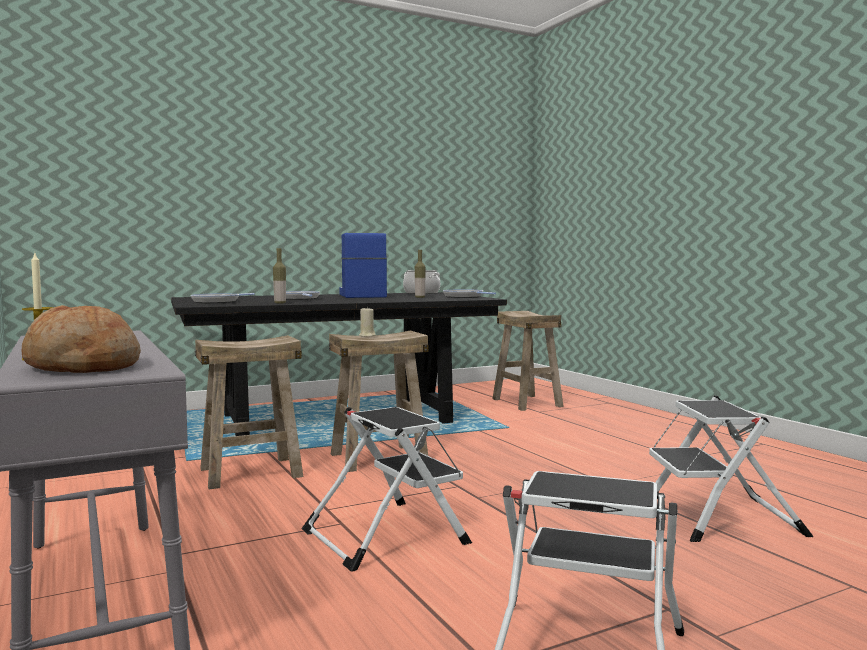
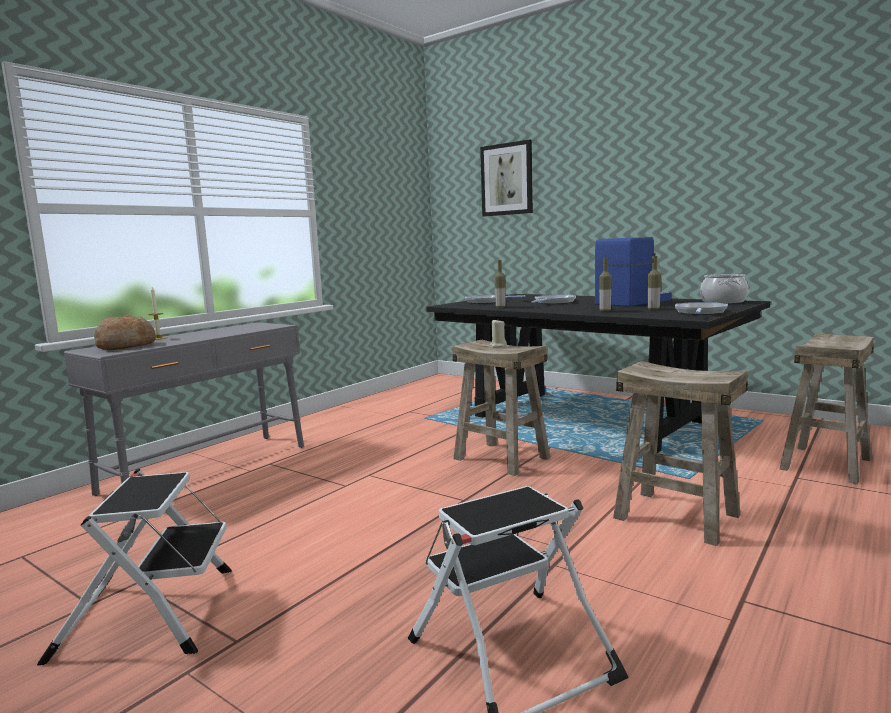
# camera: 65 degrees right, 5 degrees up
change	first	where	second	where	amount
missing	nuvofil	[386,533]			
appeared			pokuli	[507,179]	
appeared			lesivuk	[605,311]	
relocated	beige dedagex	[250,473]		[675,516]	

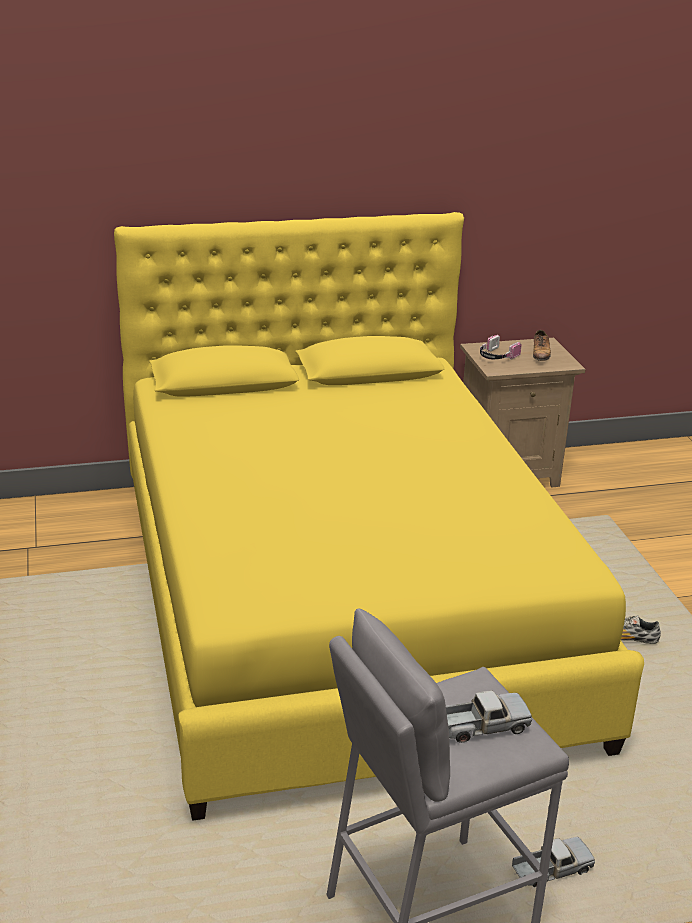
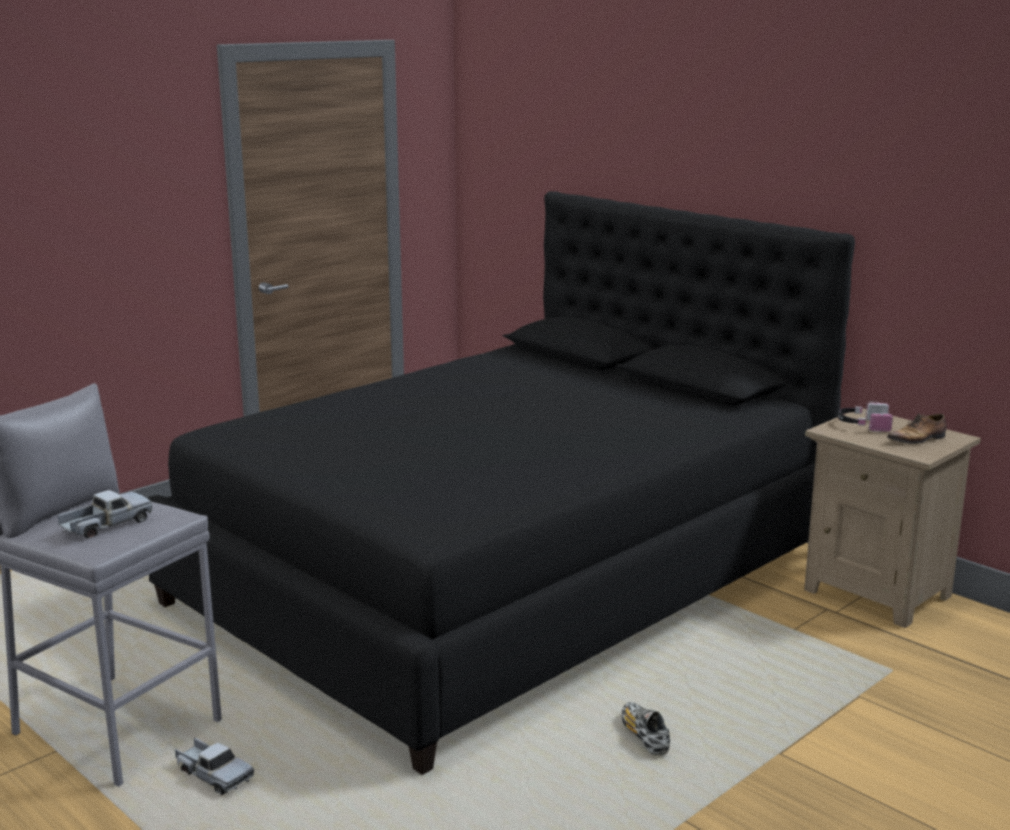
# camera: 60 degrees right, 10 degrees down
change	first	where	second	where	amount
colour	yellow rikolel	[341,602]	black rikolel	[507,578]	
spun	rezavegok	[481,726]		[106,525]	90 degrees counterclockwise

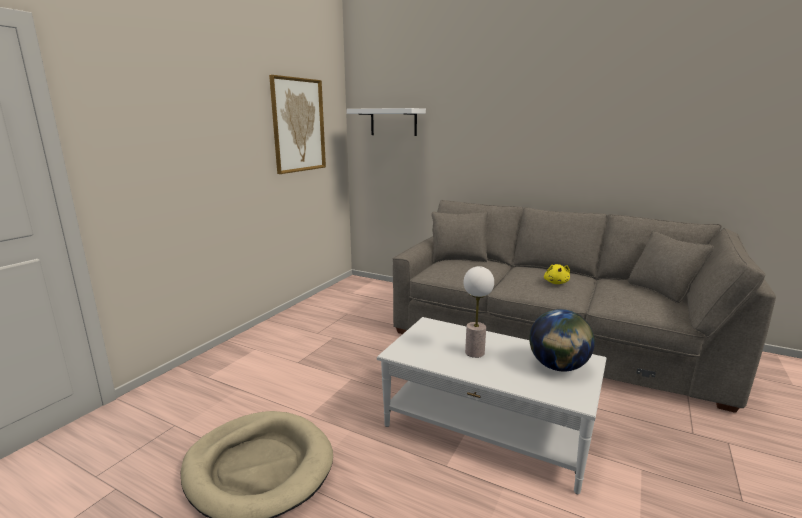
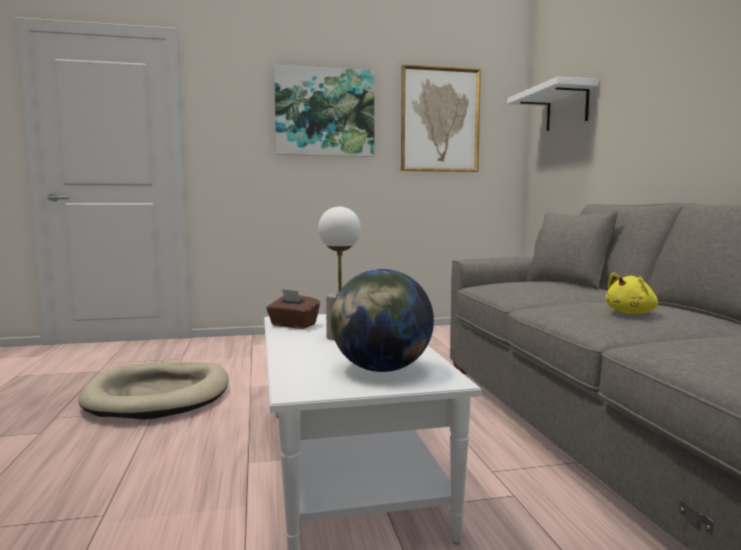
# camera: 50 degrees right, 10 degrees down
change	first	where	second	where	amount
appeared			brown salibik	[293,325]	
appeared			pokuli	[324,112]	

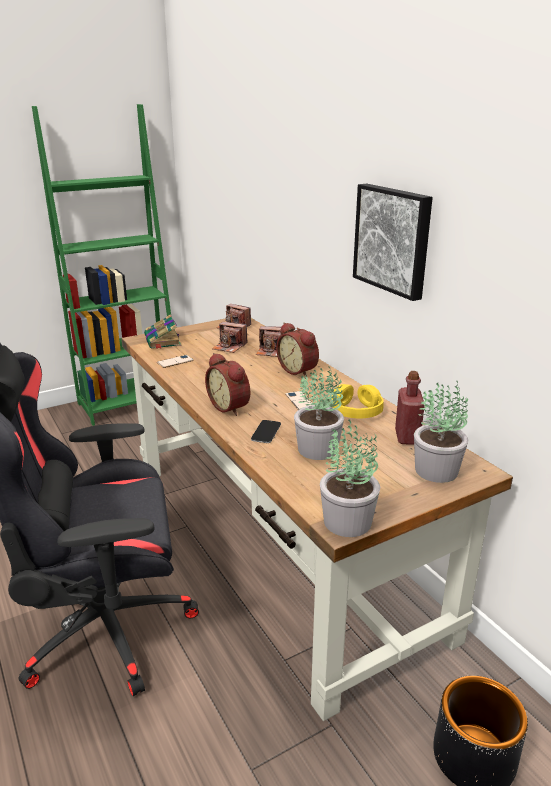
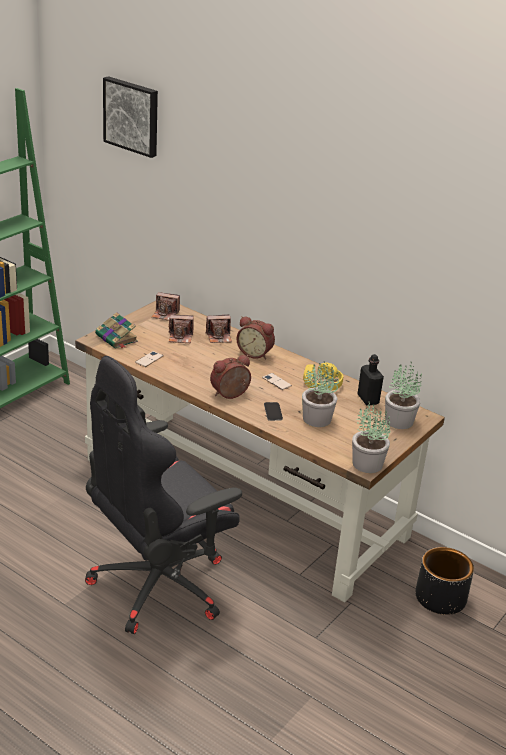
# camera: 25 degrees left, 5 degrees up
change	first	where	second	where	amount
relocated	pokuli	[393,239]		[132,116]	
colour	red lesivuk	[407,437]	black lesivuk	[368,399]	
spun	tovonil	[230,407]		[230,395]	120 degrees clockwise

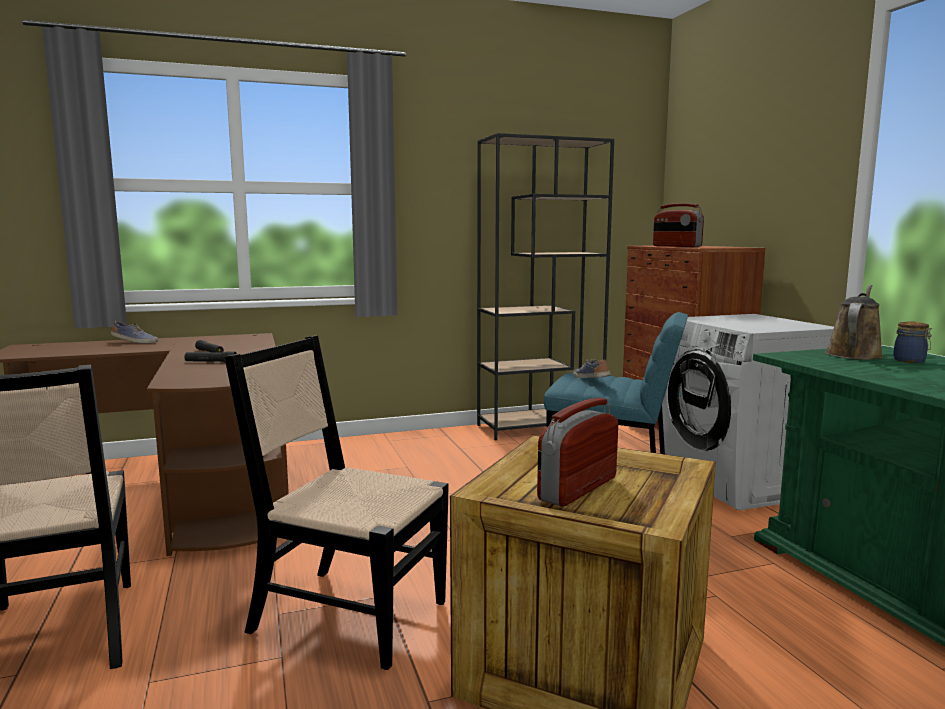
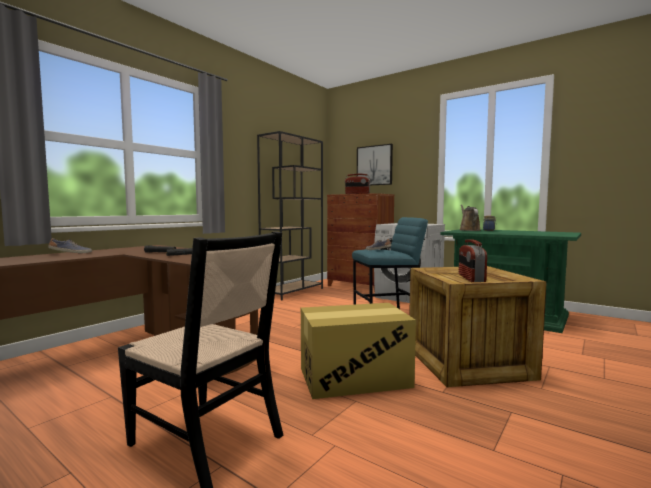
# camera: 35 degrees left, 5 degrees down
change	first	where	second	where	amount
appeared			pokuli	[374,165]	
exchanged	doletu	[349,616]	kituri	[354,377]	

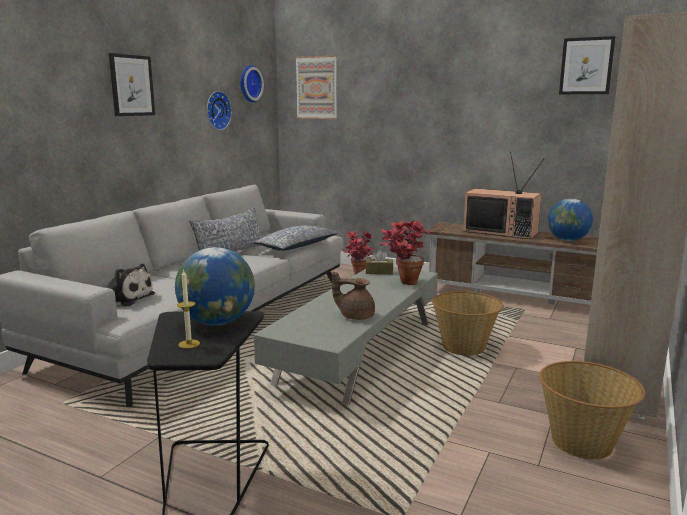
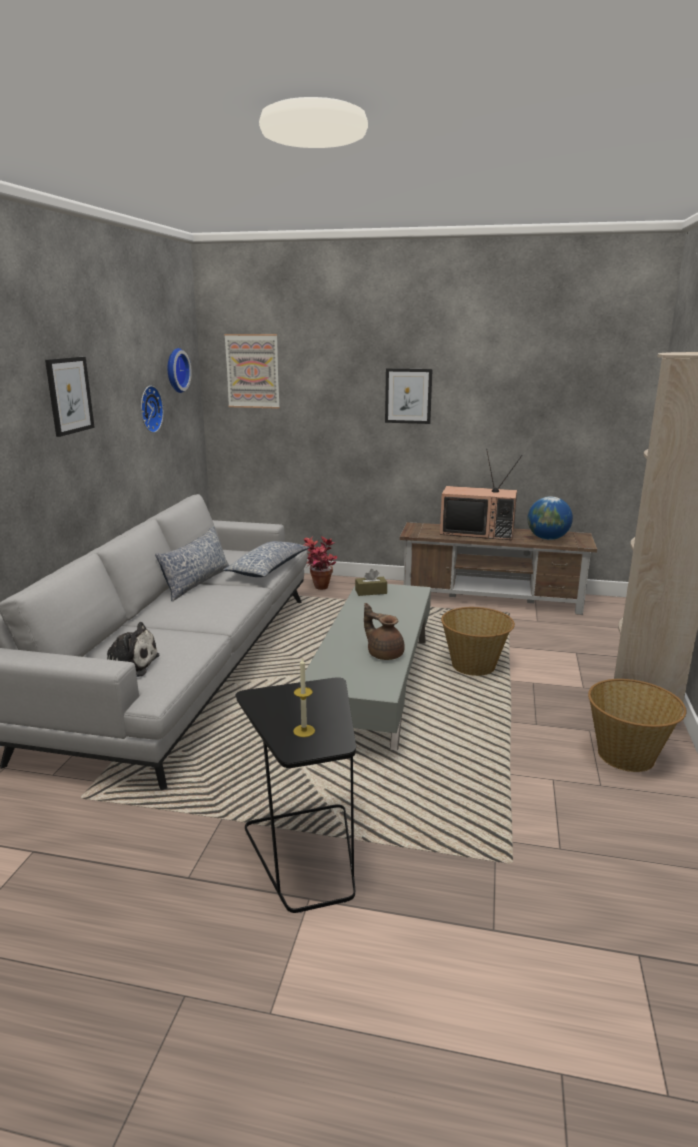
# camera: 15 degrees left, 5 degrees up
change	first	where	second	where	amount
missing	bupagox	[217,322]			
missing	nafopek	[402,283]			
relocated	pokuli	[586,66]		[408,396]	
spun	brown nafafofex	[355,316]		[384,654]	45 degrees clockwise

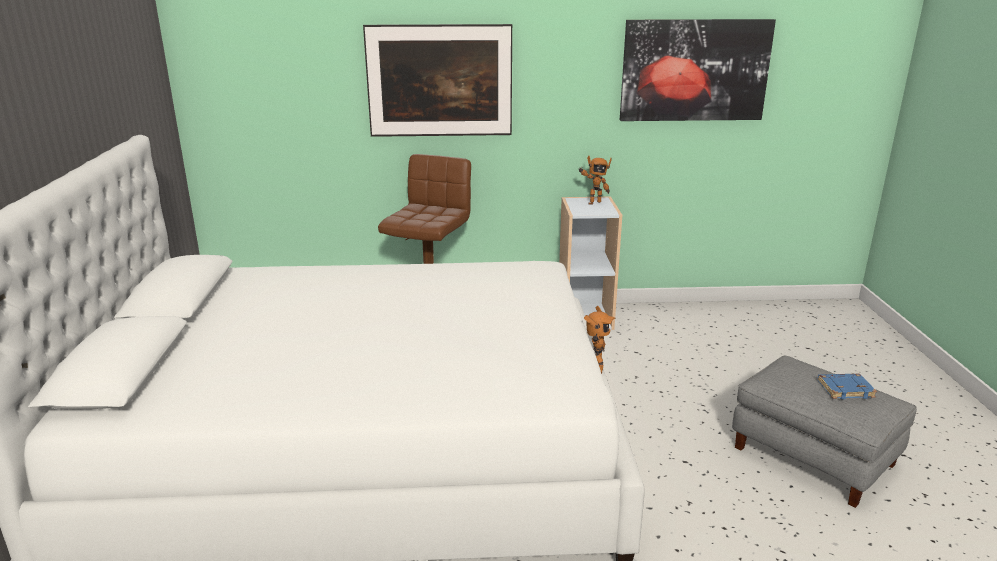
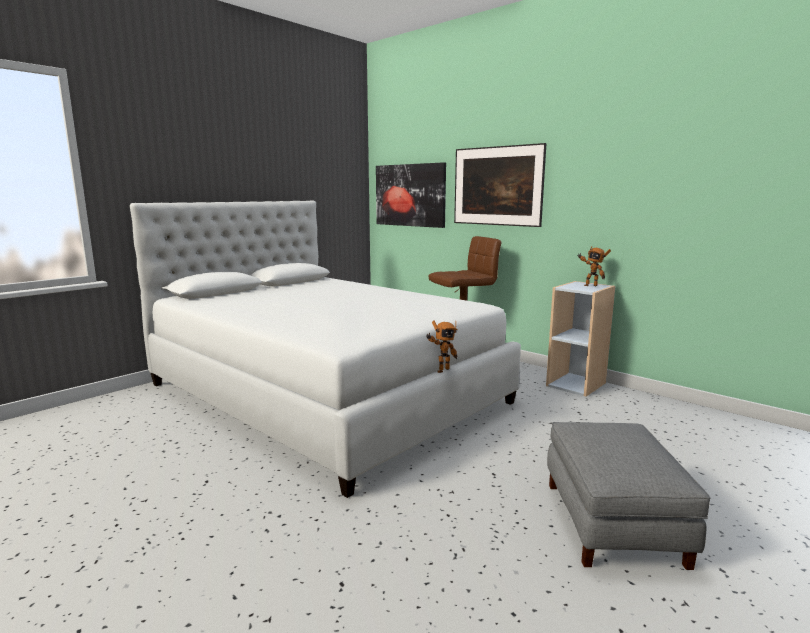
# camera: 45 degrees right, 10 degrees down
change	first	where	second	where	amount
missing	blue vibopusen	[845,389]			
relocated	pokuli	[694,70]		[410,195]	

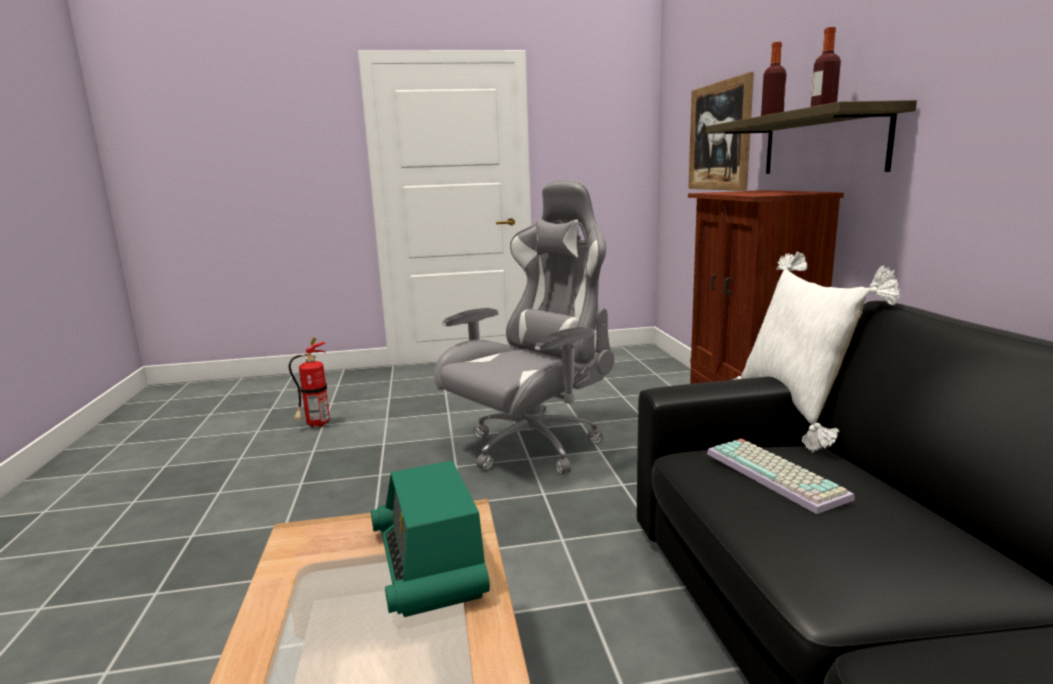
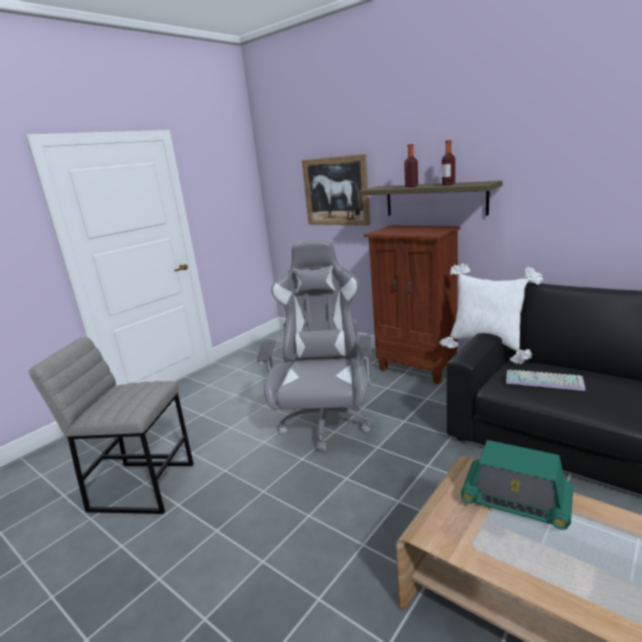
# camera: 40 degrees left, 5 degrees up
change	first	where	second	where	amount
exchanged	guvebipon	[315,425]	grey doletu	[140,486]	

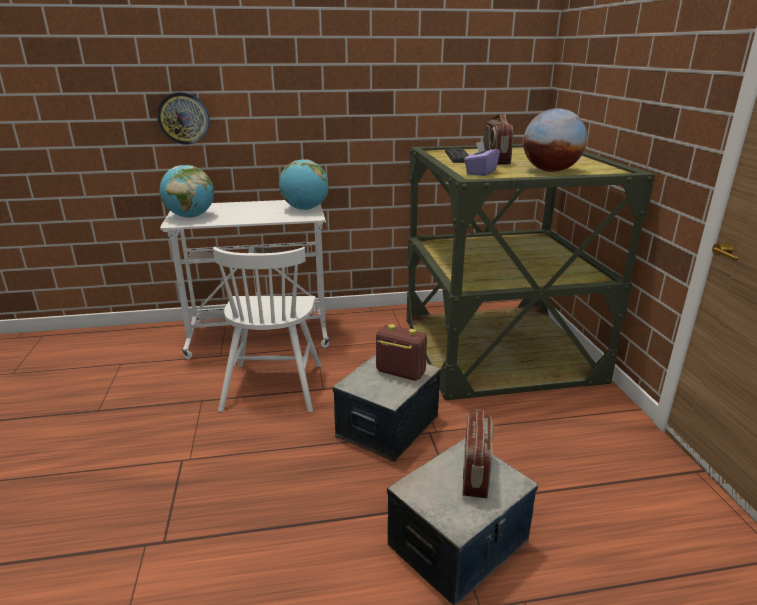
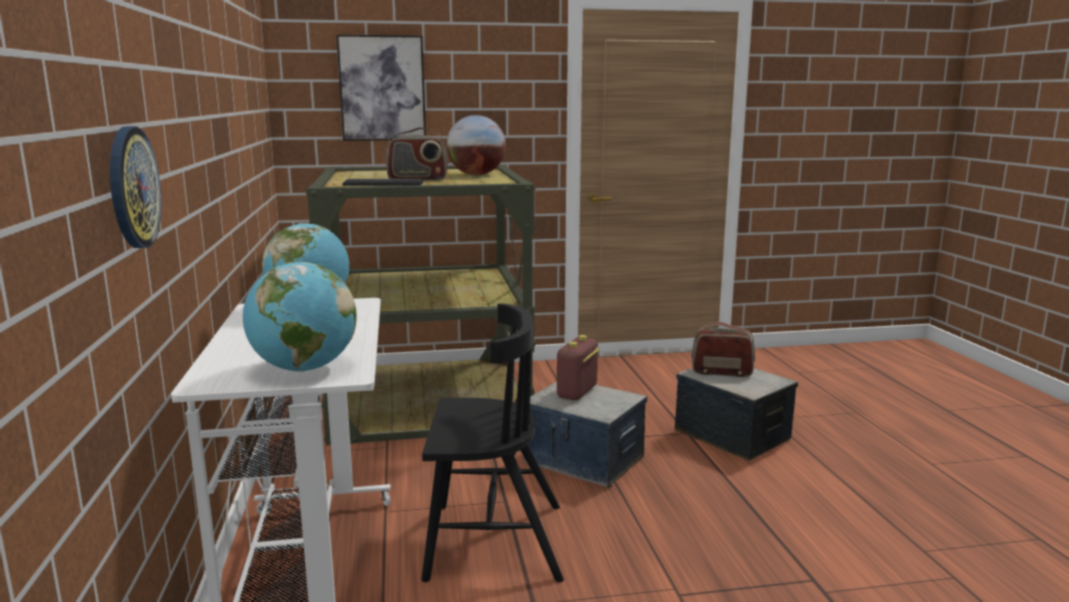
# camera: 90 degrees left, 10 degrees down
change	first	where	second	where	amount
missing	purple salibik	[480,172]			
appeared			pokuli	[382,88]	
colour	white doletu	[274,382]	black doletu	[485,540]	

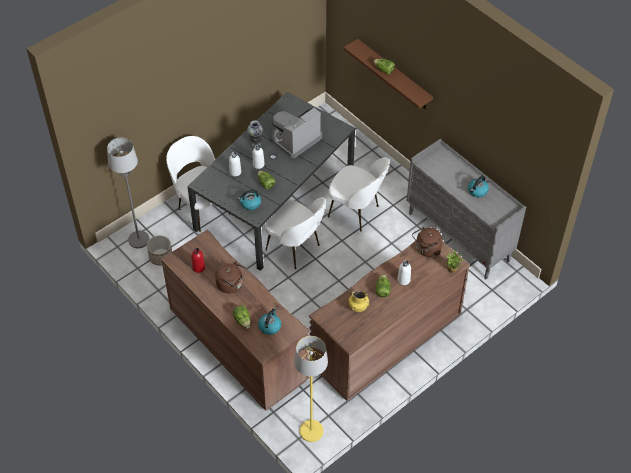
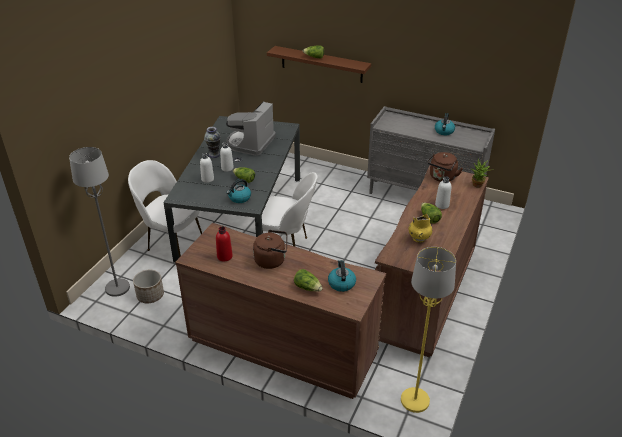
# camera: 25 degrees left, 15 degrees down
change	first	where	second	where	amount
missing	white doletu	[357,213]			

